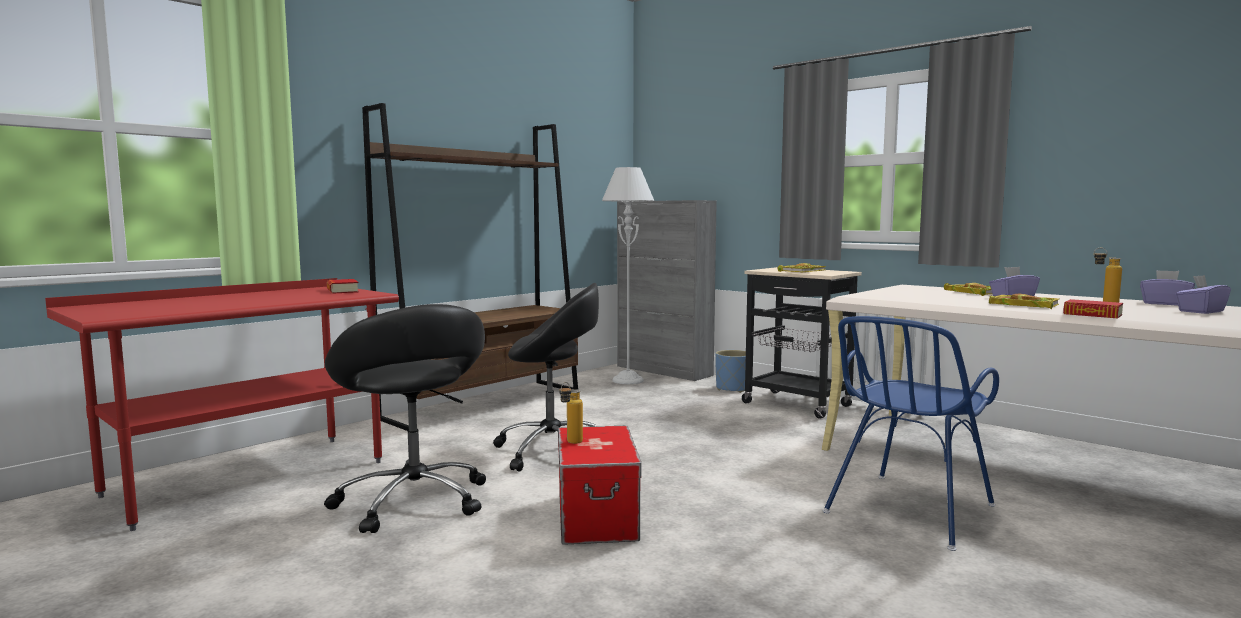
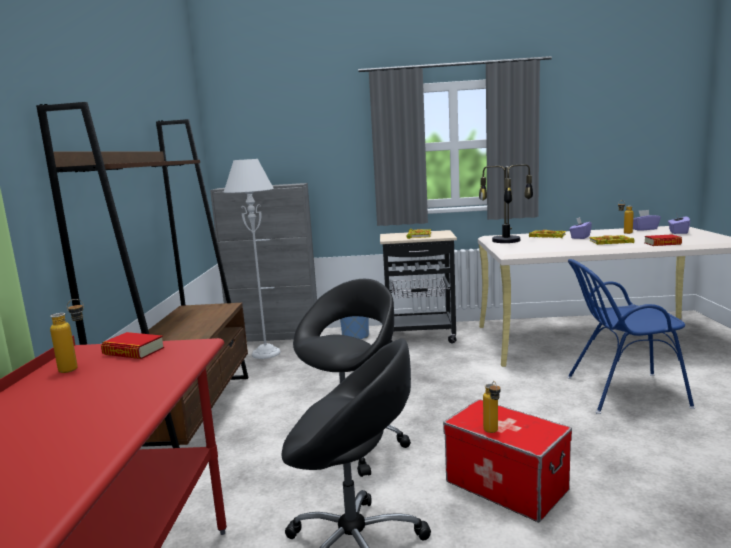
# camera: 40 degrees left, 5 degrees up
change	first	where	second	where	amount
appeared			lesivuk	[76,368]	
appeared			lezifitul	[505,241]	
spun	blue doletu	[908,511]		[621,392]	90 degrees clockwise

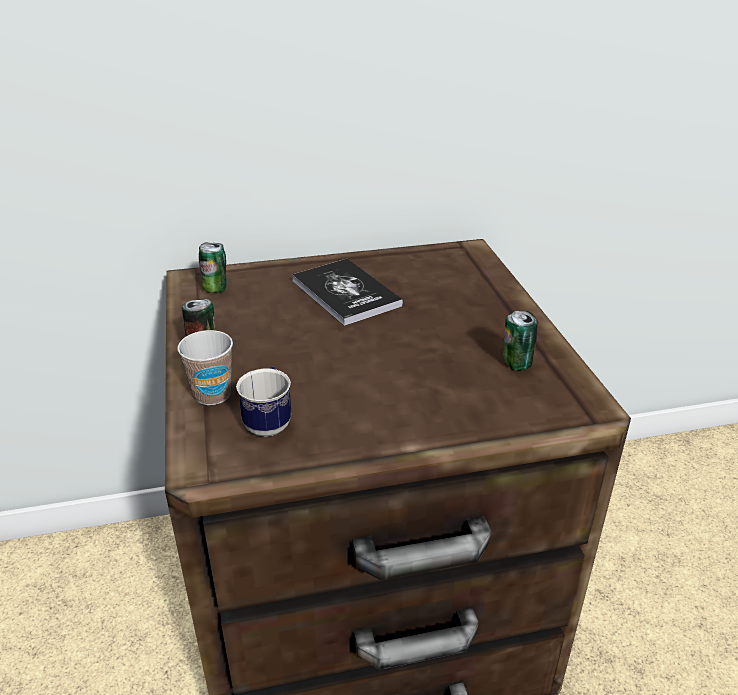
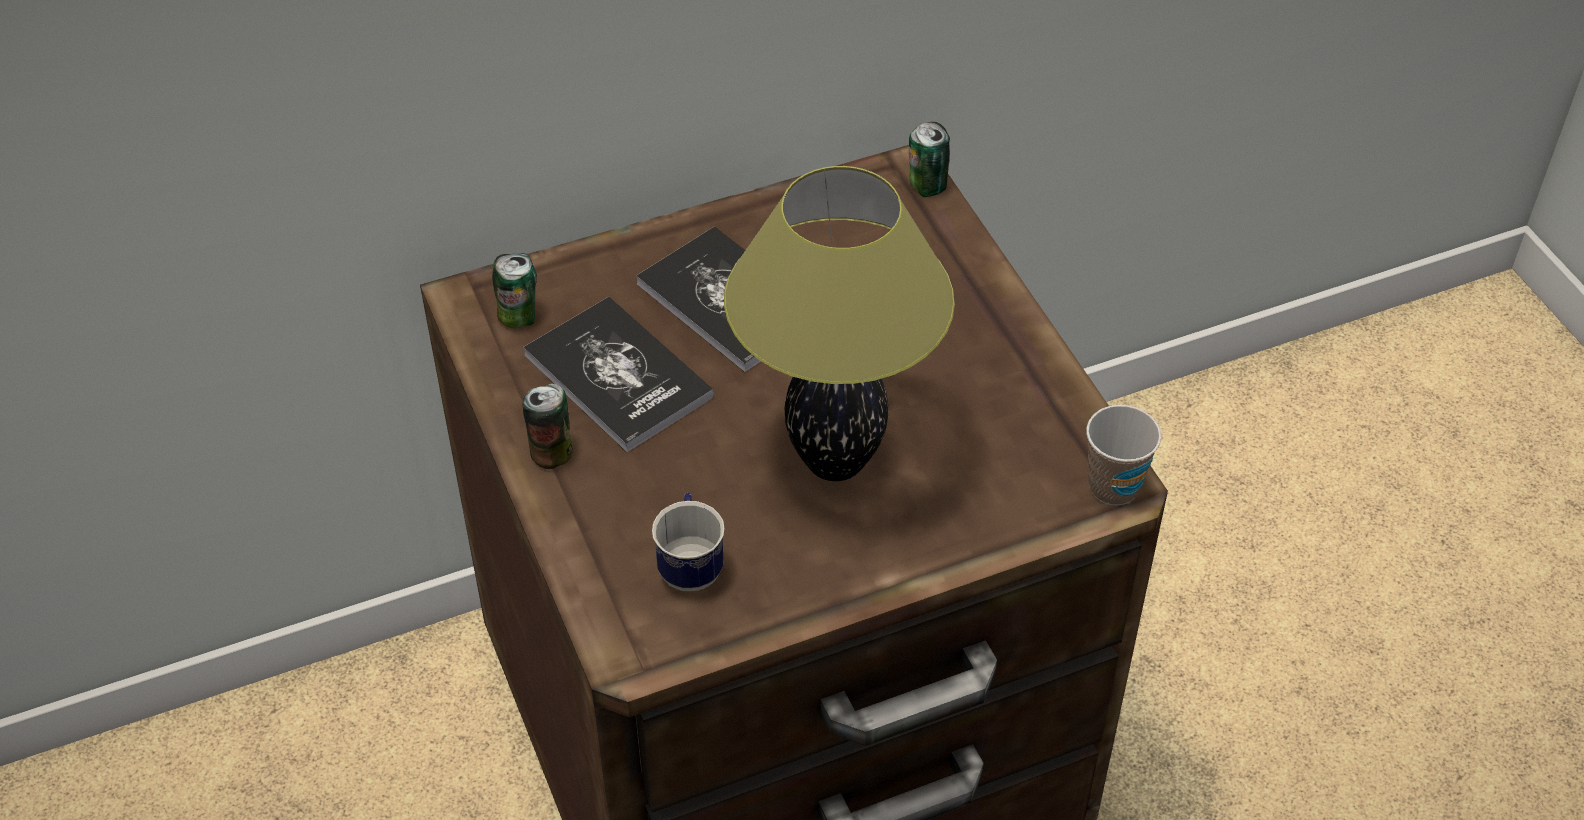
# camera: 10 degrees left, 15 degrees up
change	first	where	second	where	amount
appeared			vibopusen	[618,376]	
appeared			lezifitul	[836,460]	
relocated	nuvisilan	[212,394]		[1113,487]	
relocated	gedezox	[516,364]		[926,186]	

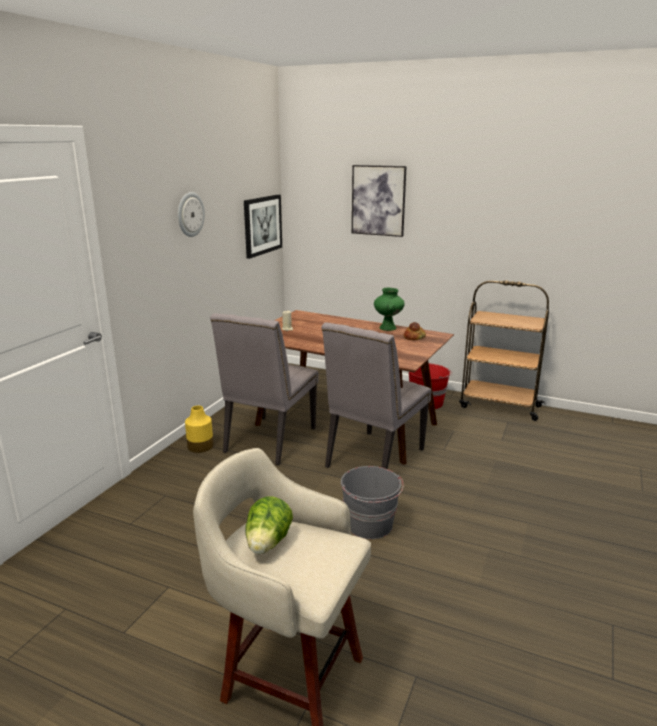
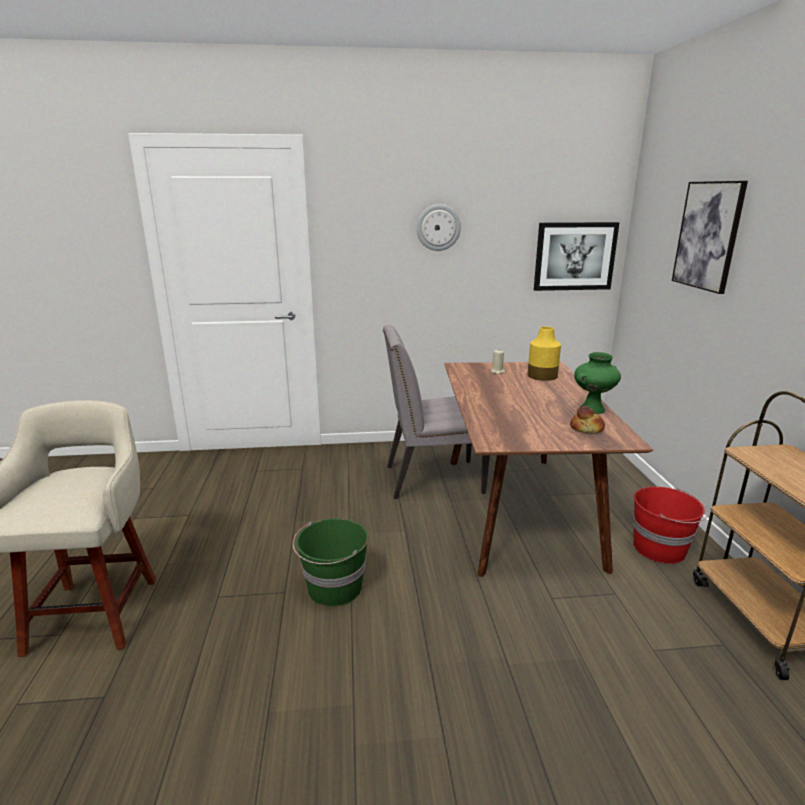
# camera: 60 degrees right, 0 degrees up
change	first	where	second	where	amount
missing	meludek	[268,543]			
missing	grey doletu	[375,457]			
relocated	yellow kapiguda	[200,446]		[542,375]	
colour	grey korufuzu	[370,525]	green korufuzu	[334,588]	

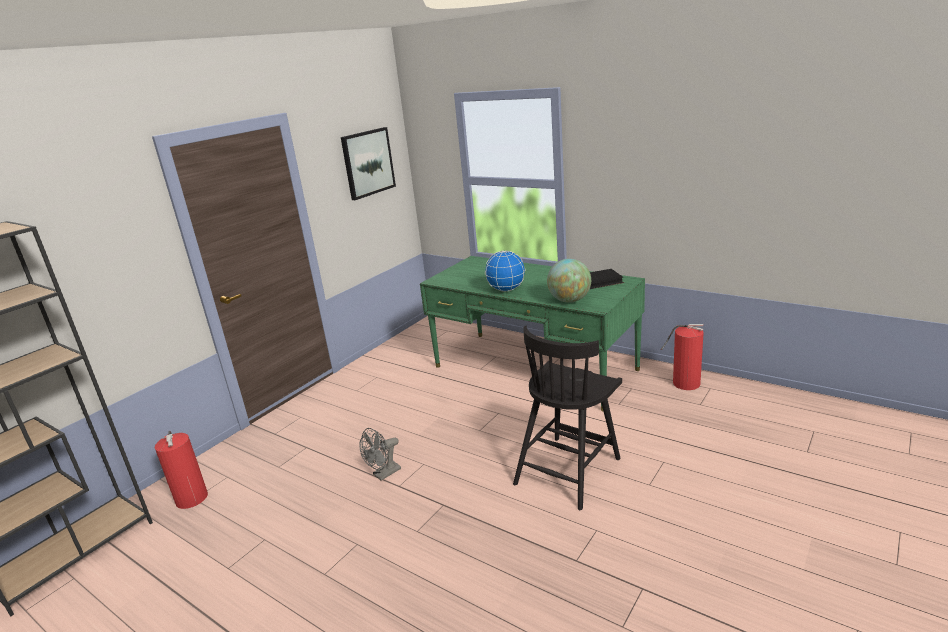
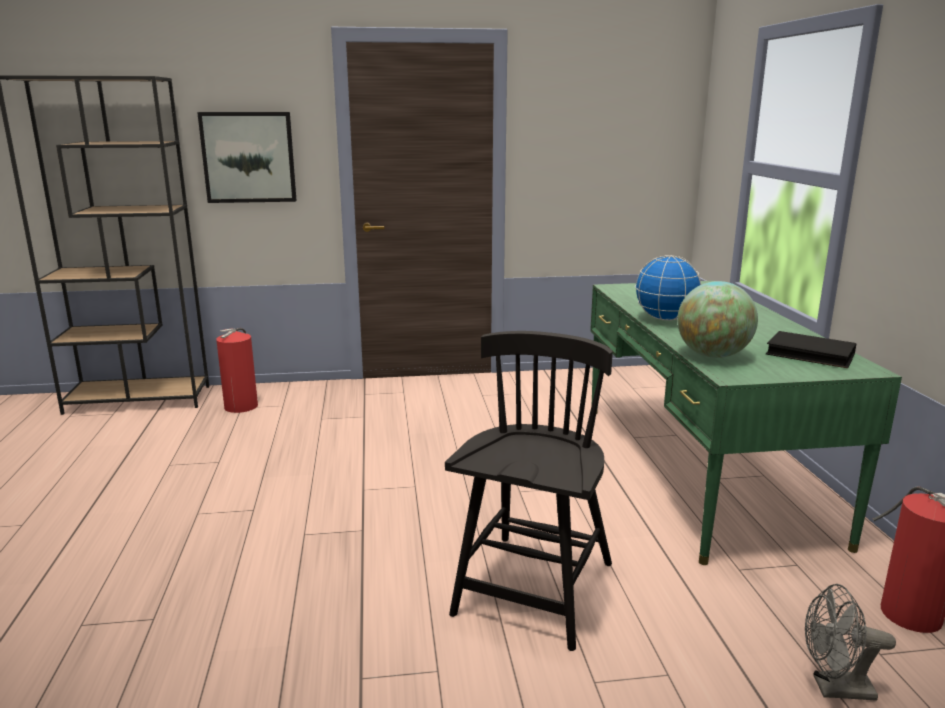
# camera: 45 degrees right, 5 degrees down
change	first	where	second	where	amount
relocated	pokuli	[367,163]		[249,157]	
relocated	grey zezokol	[383,474]		[834,689]	
spun	black doletu	[568,469]		[533,590]	120 degrees clockwise

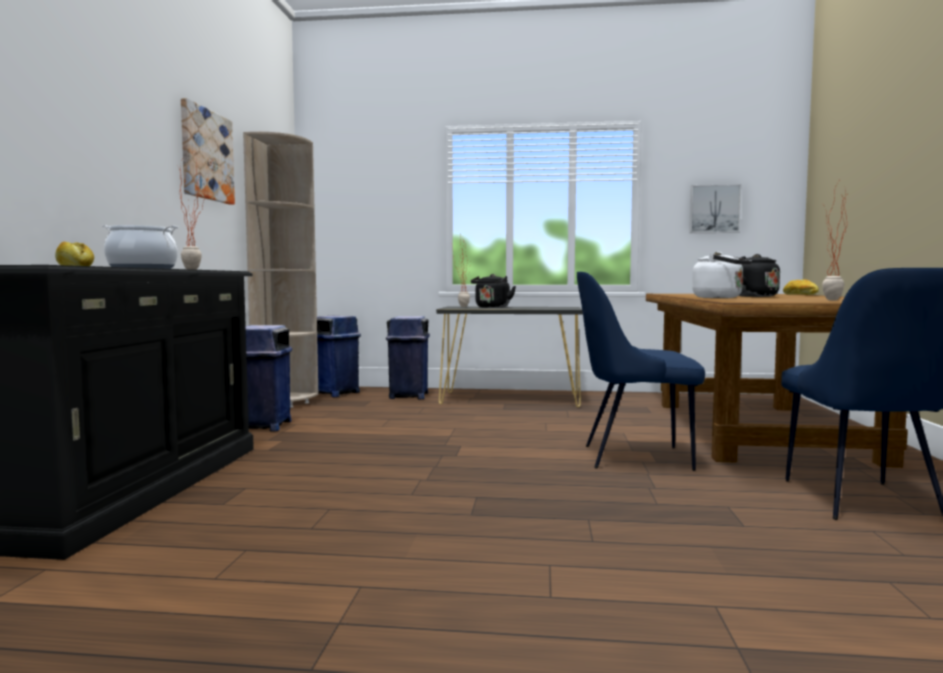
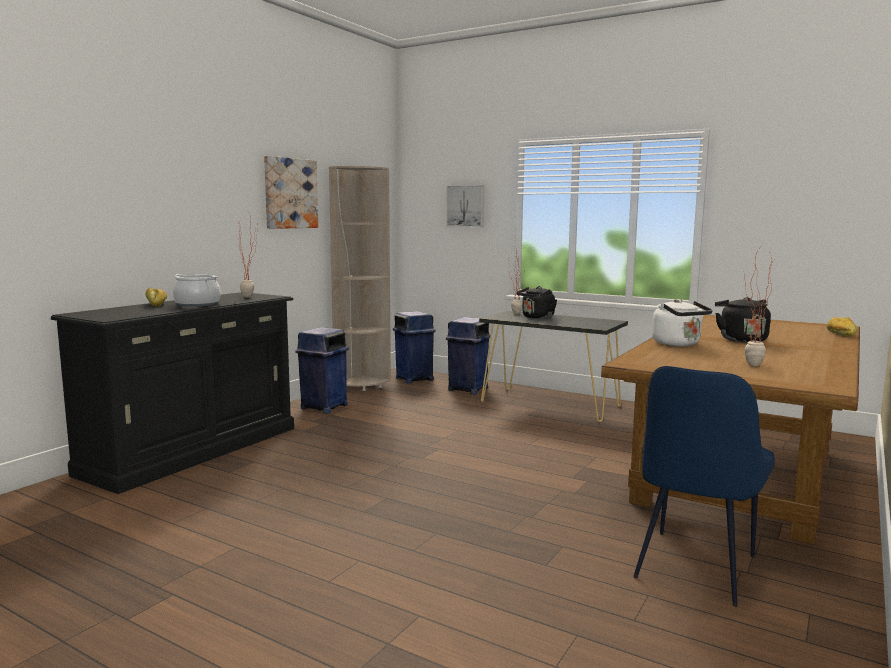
# camera: 25 degrees right, 5 degrees up
change	first	where	second	where	amount
missing	blue doletu	[636,458]			
relocated	pokuli	[714,209]		[466,206]	

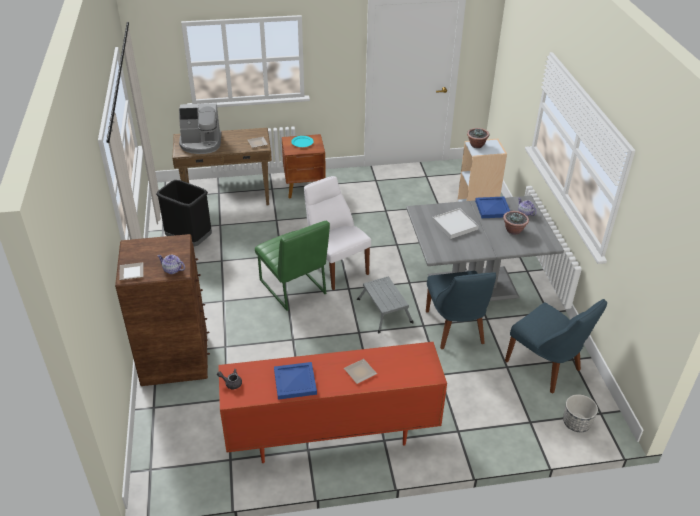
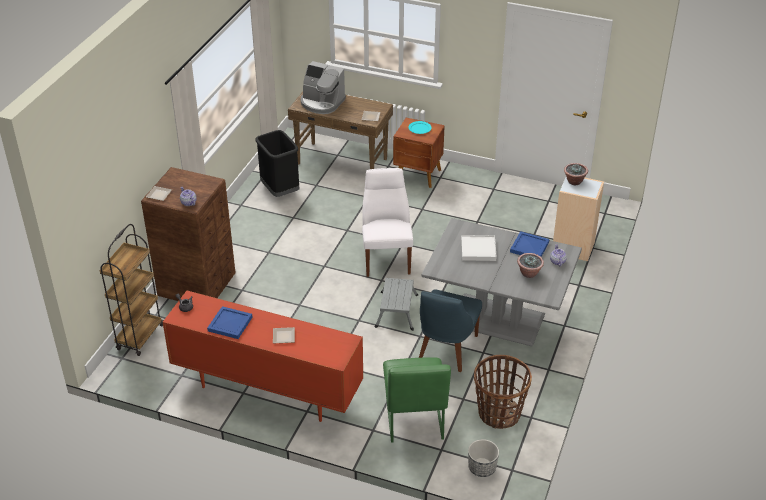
# camera: 30 degrees right, 0 degrees up
change	first	where	second	where	amount
appeared			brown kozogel	[139,338]	
relocated	green doletu	[293,288]		[414,419]	
exchanged	blue doletu	[545,367]	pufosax	[498,413]	

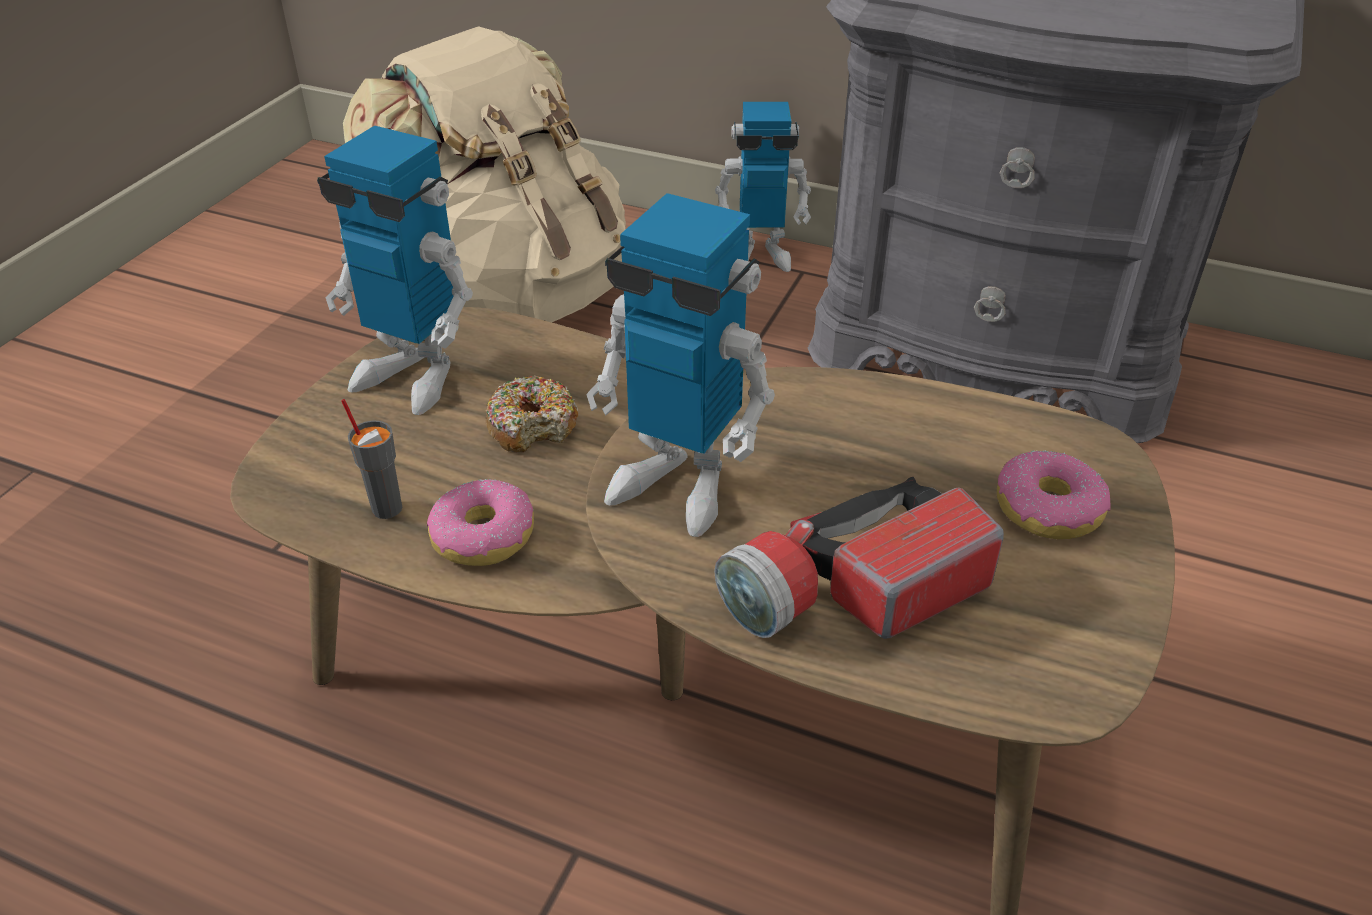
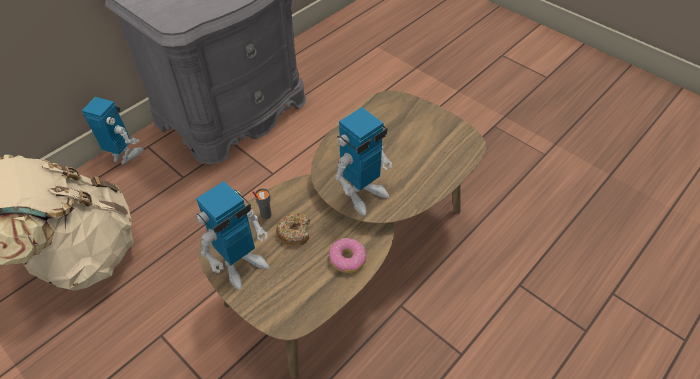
# camera: 70 degrees left, 10 degrees up
change	first	where	second	where	amount
missing	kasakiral	[854,592]			
missing	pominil	[1048,510]			
relocated	grey nuvisilan	[386,507]		[265,215]	
spun	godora	[760,255]		[124,155]	90 degrees counterclockwise

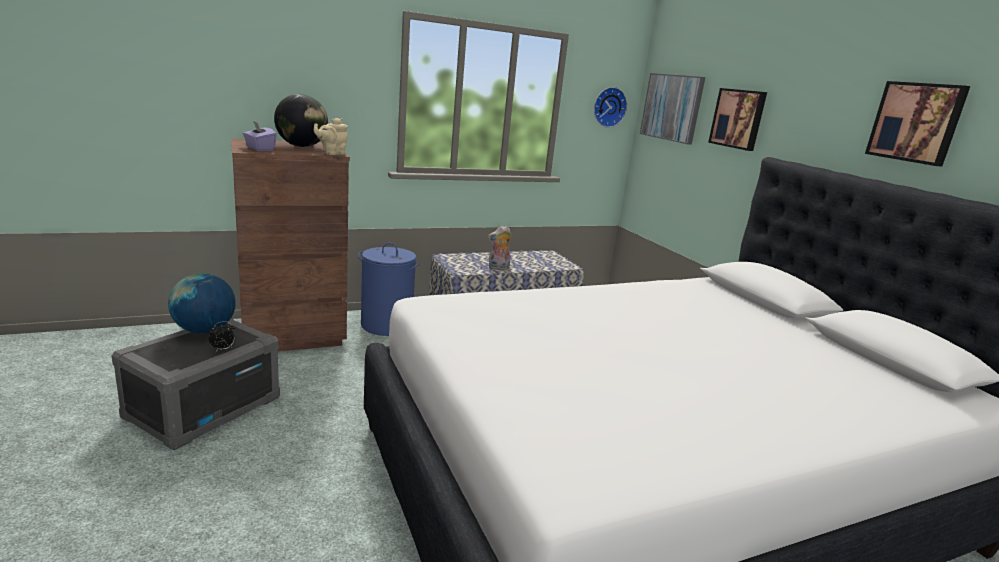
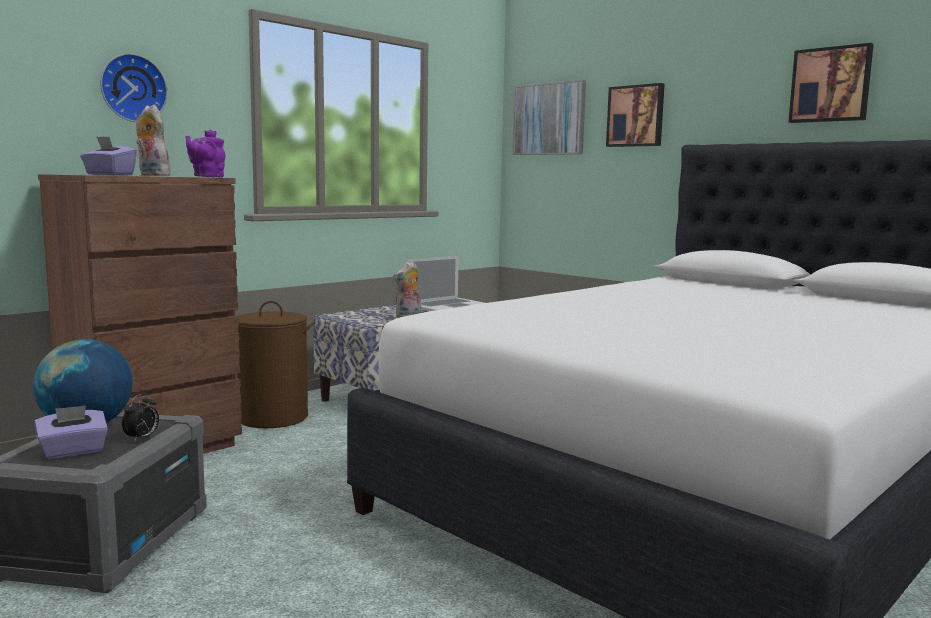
# camera: 20 degrees left, 10 degrees down
change	first	where	second	where	amount
appeared			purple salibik	[73,451]	
appeared			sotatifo	[447,306]	
relocated	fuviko	[608,107]		[132,88]	
exchanged	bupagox	[301,146]	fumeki	[151,175]	
colour	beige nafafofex	[332,153]	purple nafafofex	[207,177]	
colour	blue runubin	[386,325]	brown runubin	[272,417]	

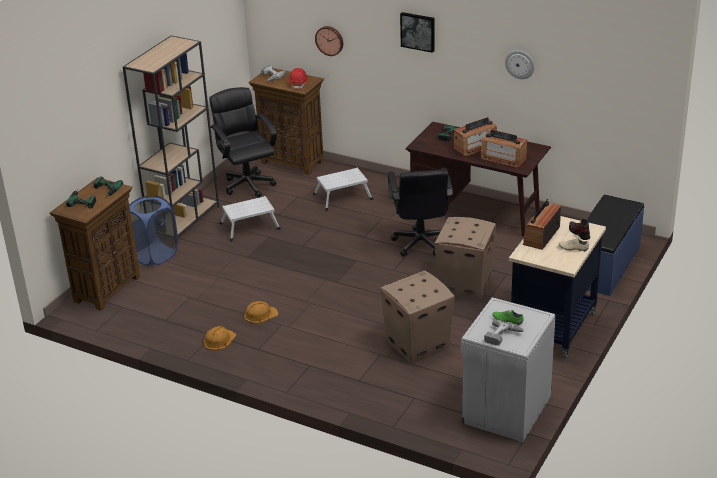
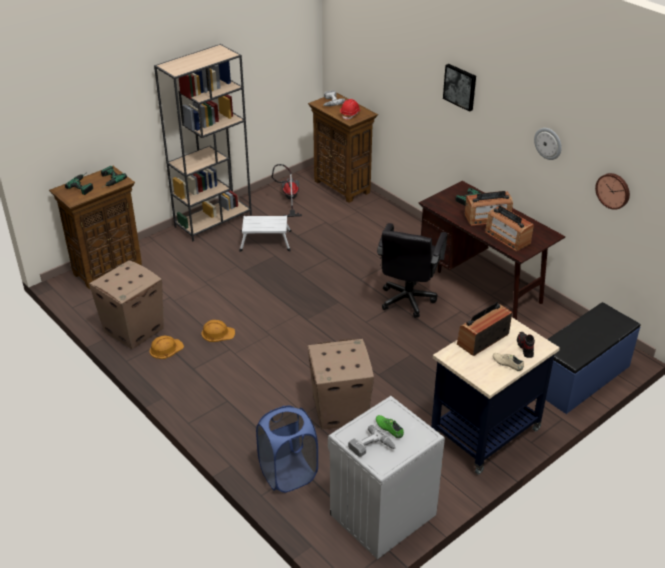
# camera: 20 degrees right, 5 degrees up
change	first	where	second	where	amount
missing	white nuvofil	[343,196]			
relocated	blue runubin	[154,255]		[288,474]	
relocated	fuviko	[330,40]		[613,190]	
relocated	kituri	[465,284]		[134,329]	
exchanged	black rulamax	[246,184]	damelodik	[289,199]	

